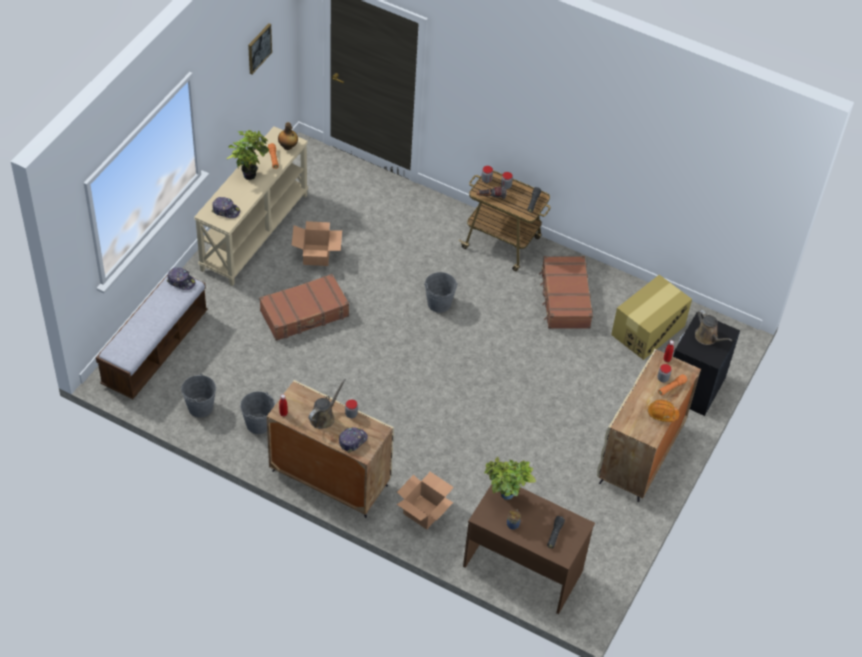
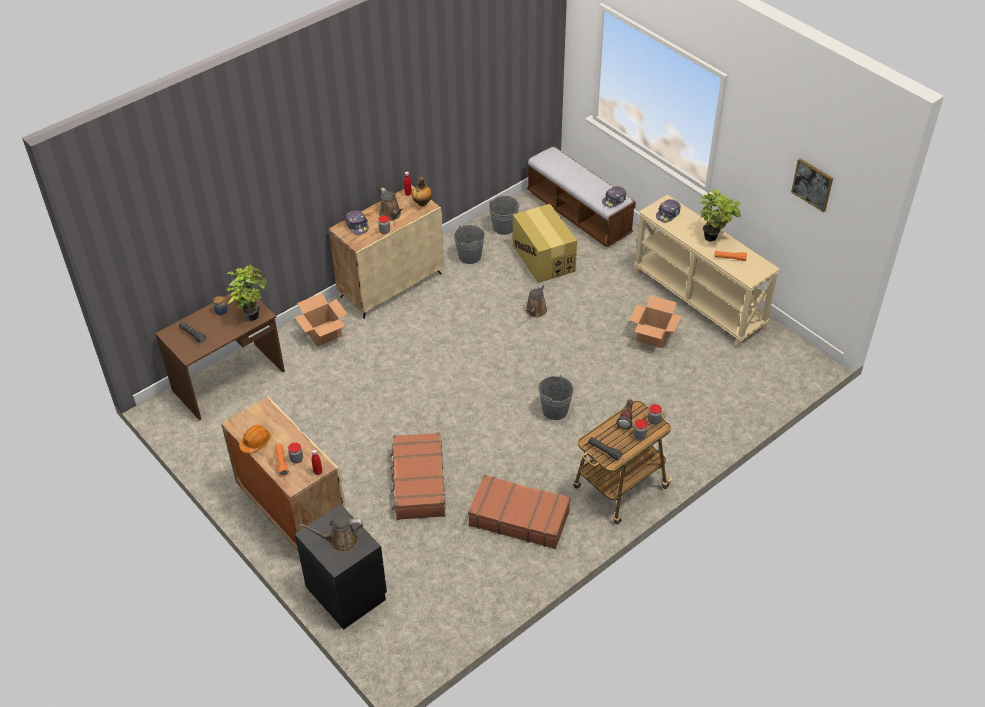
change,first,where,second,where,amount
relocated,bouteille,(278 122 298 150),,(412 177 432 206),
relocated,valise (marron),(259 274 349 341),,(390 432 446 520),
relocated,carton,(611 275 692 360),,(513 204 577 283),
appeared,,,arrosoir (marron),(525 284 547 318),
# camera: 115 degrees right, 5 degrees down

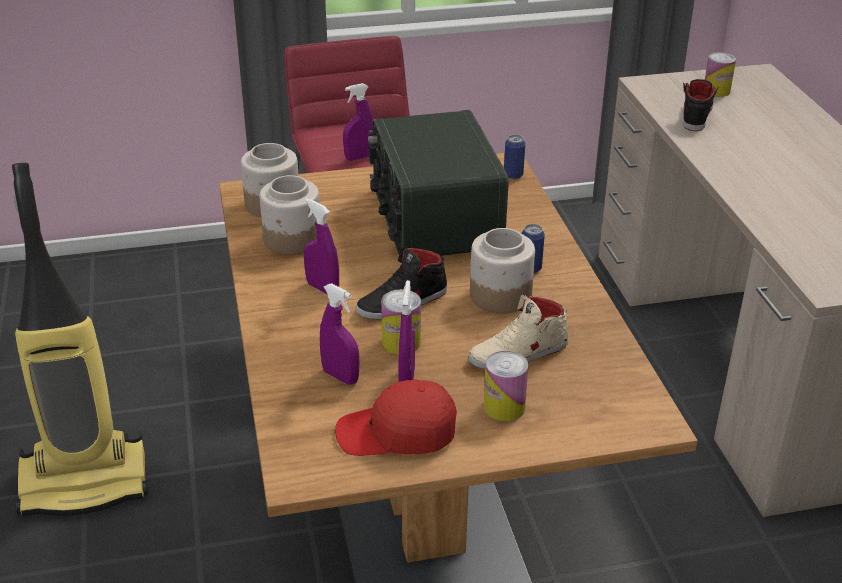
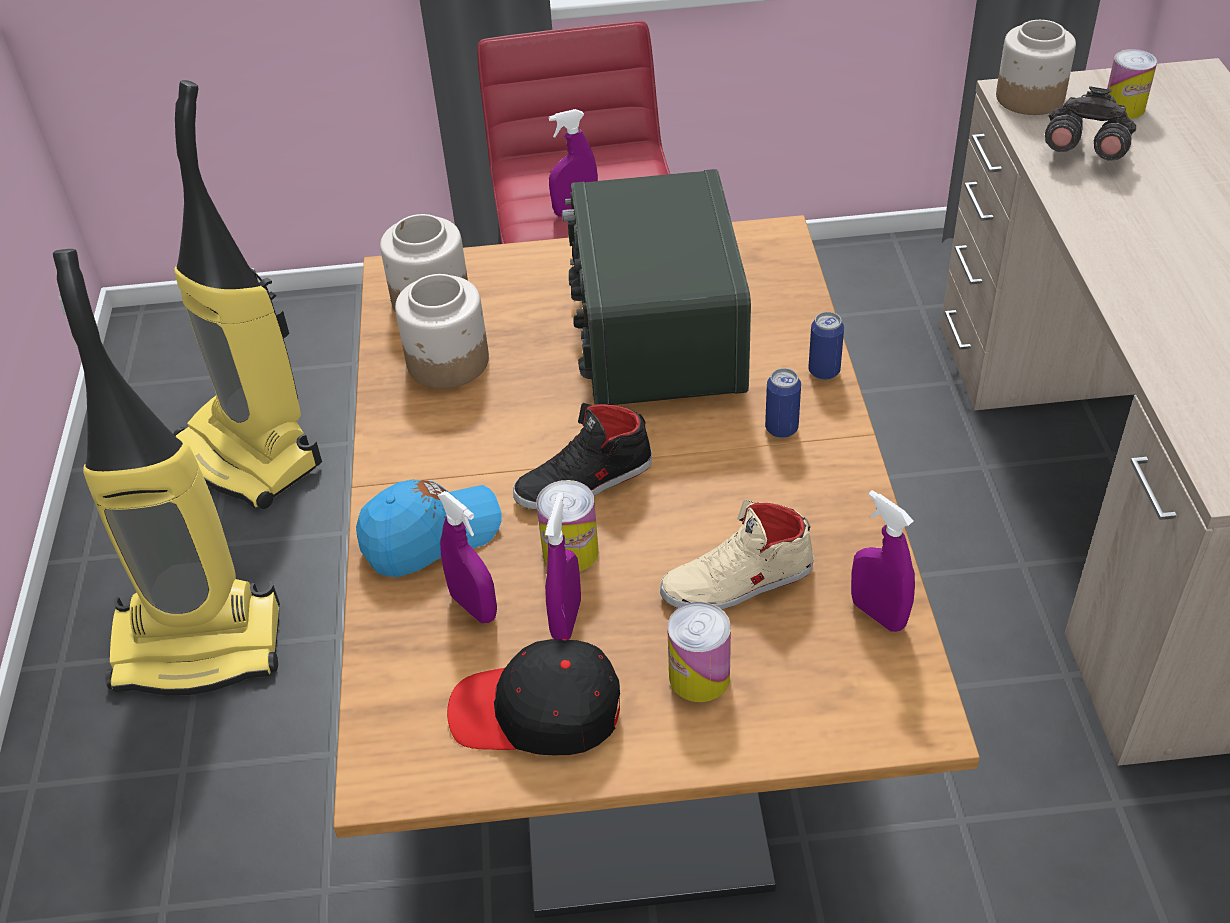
change,first,where,second,where,amount
exchanged,chaussure (noir),(683 79 719 131),jumelles (gris),(1045 86 1136 160),
relocated,boîte métallique,(504 135 525 179),,(808 312 844 380),
relocated,vaporisateur (violet),(304 198 339 295),,(851 490 915 632),
relocated,bocal,(470 228 535 313),,(996 20 1076 115),
colour,casquette (rouge),(335 380 457 456),casquette (noir),(447 639 620 755),
appeared,,,aspirateur,(174 80 322 509),
appeared,,,casquette (bleu),(356 479 501 577),
# camera: 10 degrees right, 10 degrees up

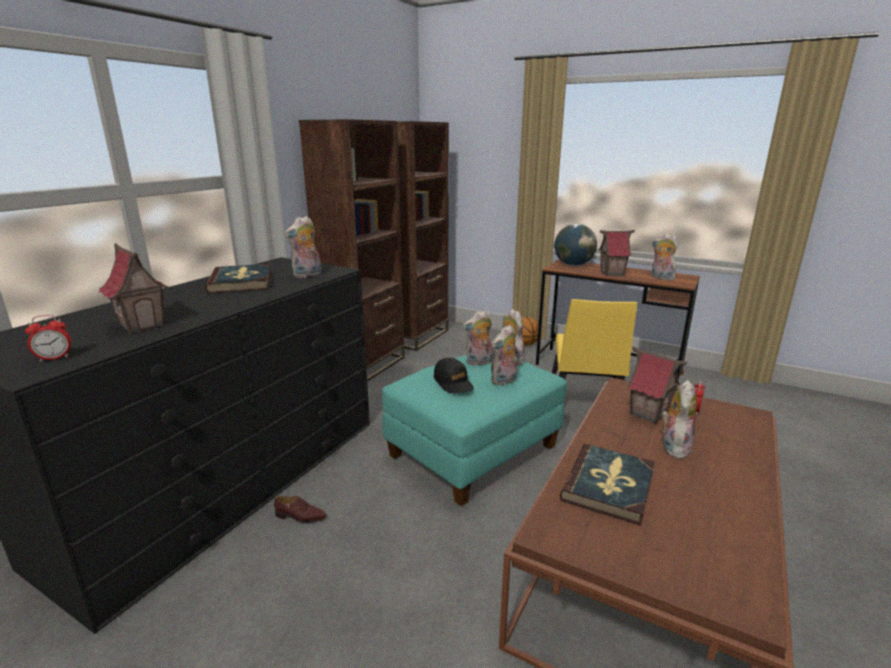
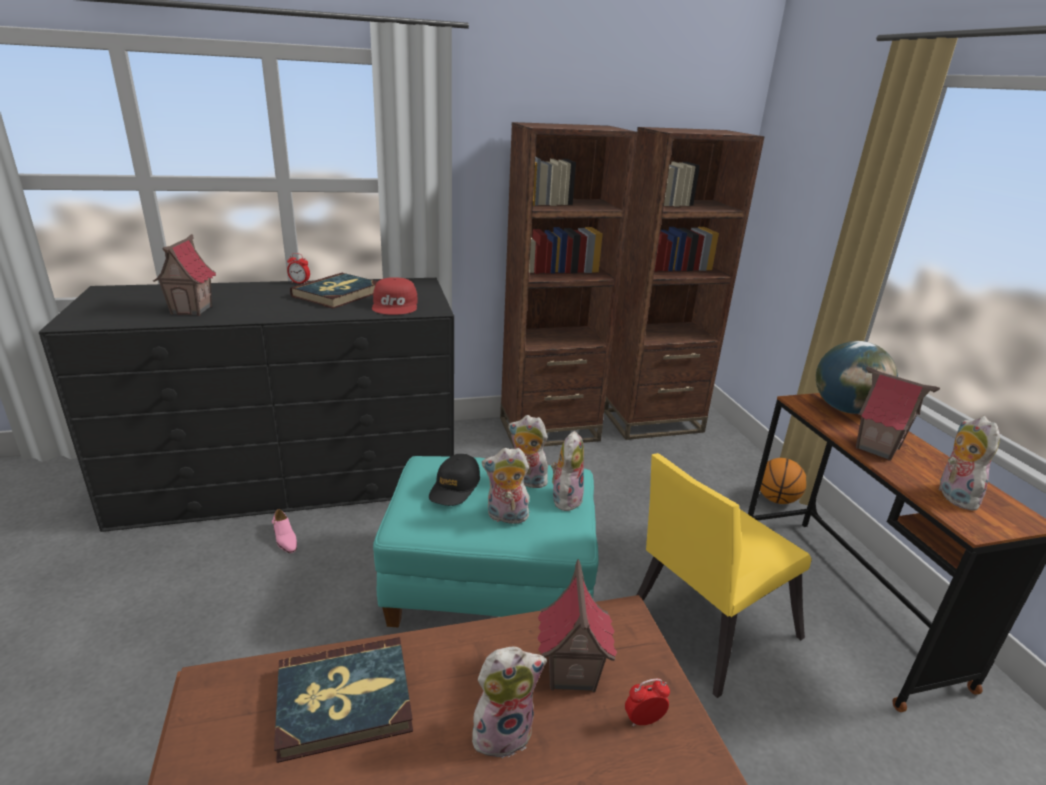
change,first,where,second,where,amount
exchanged,peluche,(284 216 321 278),casquette (rouge),(372 277 418 315),
relocated,réveil,(25 315 71 362),,(287 253 310 284),
colour,chaussure (marron),(274 496 326 523),chaussure (rose),(272 509 297 553),
# camera: 45 degrees right, 5 degrees up

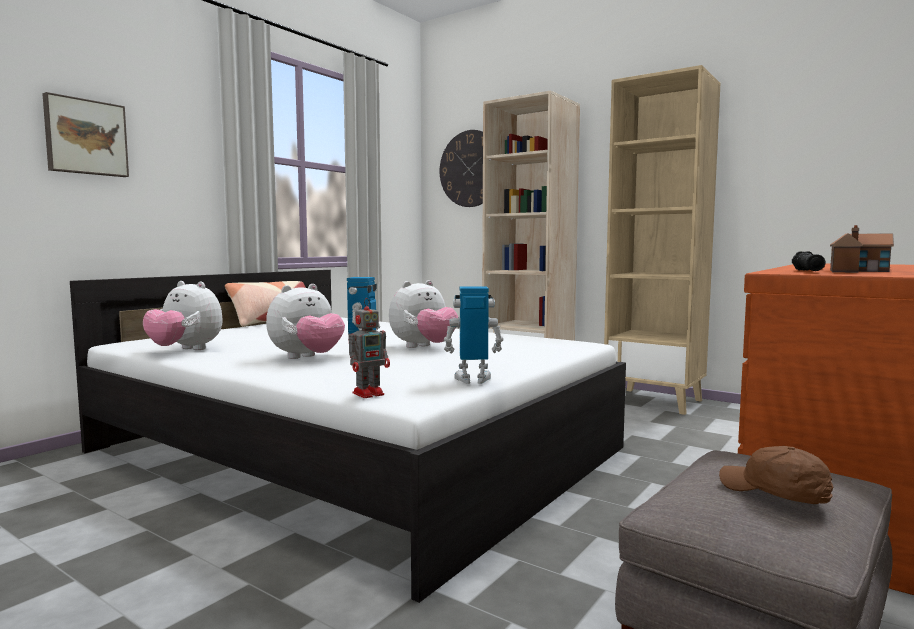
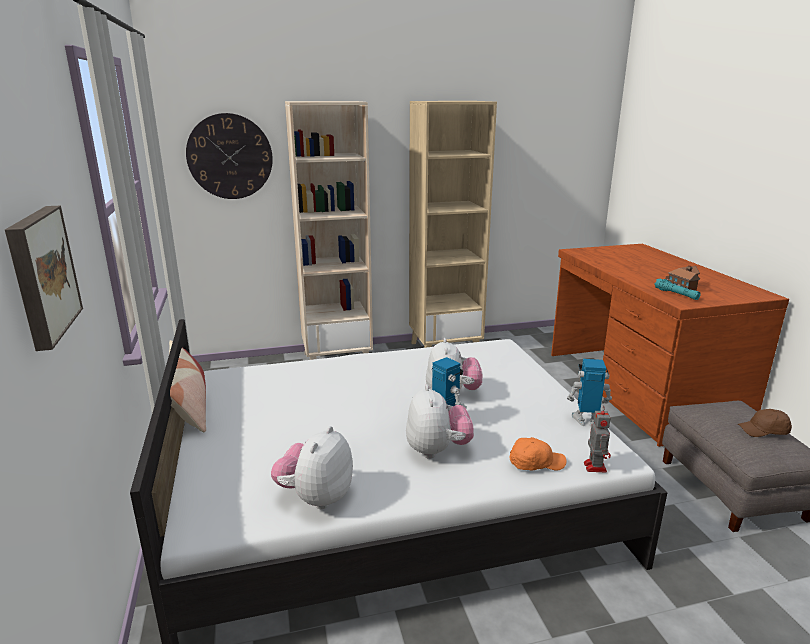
change,first,where,second,where,amount
colour,lampe de poche (noir),(792 251 826 271),lampe de poche (turquoise),(654 279 701 300),
spun,peluche,(143 281 223 350),,(271 426 353 509),135 degrees clockwise
spun,robot jouet,(444 286 504 384),,(567 359 612 427),60 degrees clockwise
appeared,,,casquette (orange),(509 437 567 471),
# camera: 50 degrees left, 15 degrees up

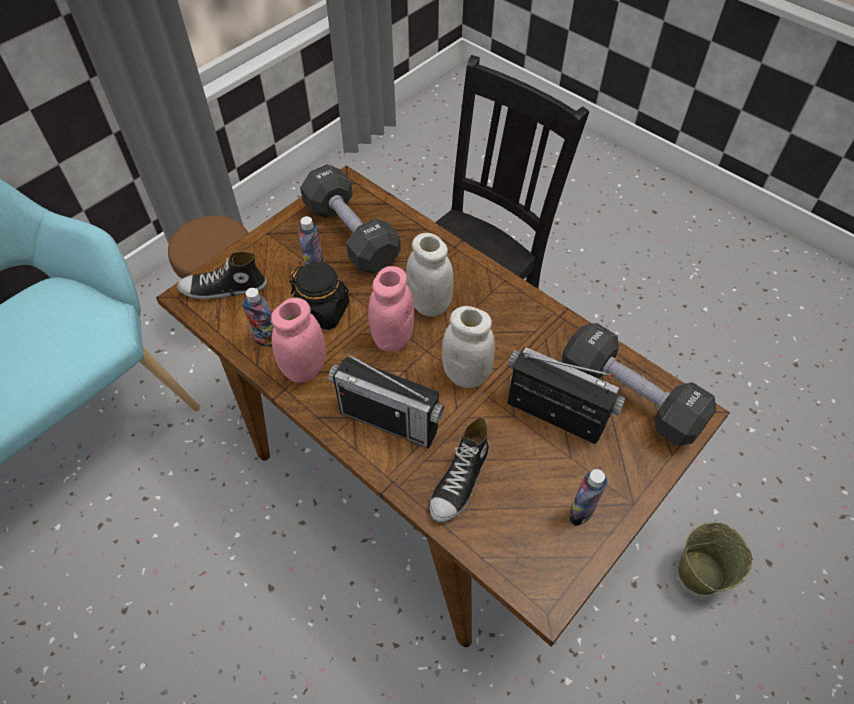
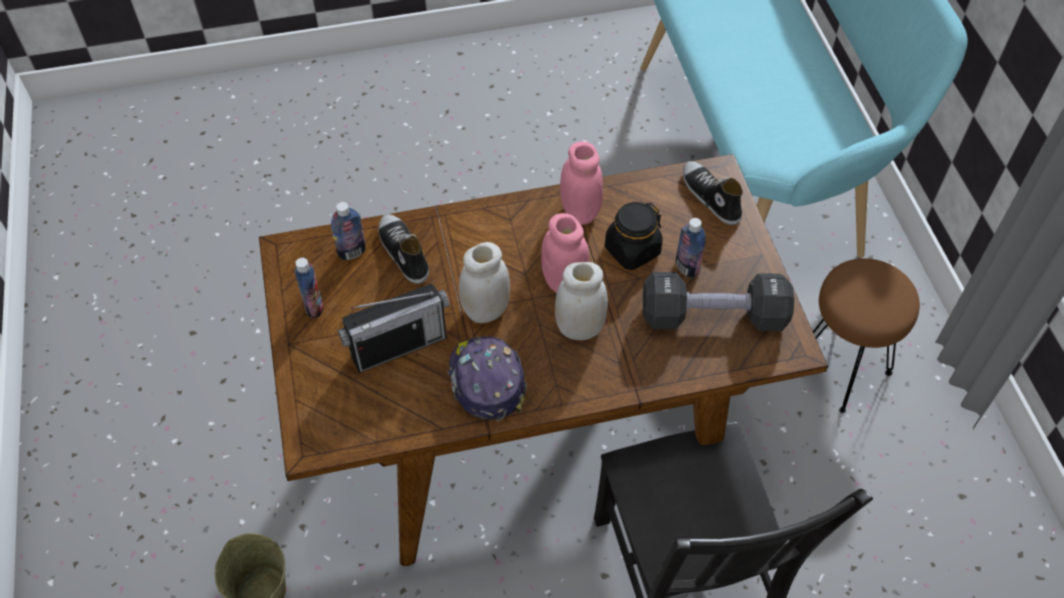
change,first,where,second,where,amount
spun,chaussure,(177 252 267 299),,(683 161 743 225),60 degrees counterclockwise
relocated,bouteille,(242 288 274 347),,(331 202 366 260),
missing,haltère (noir),(562 323 717 446),,,
missing,radio,(328 352 444 449),,,
appeared,,,casquette,(447 336 527 421),
# camera: 125 degrees right, 0 degrees up

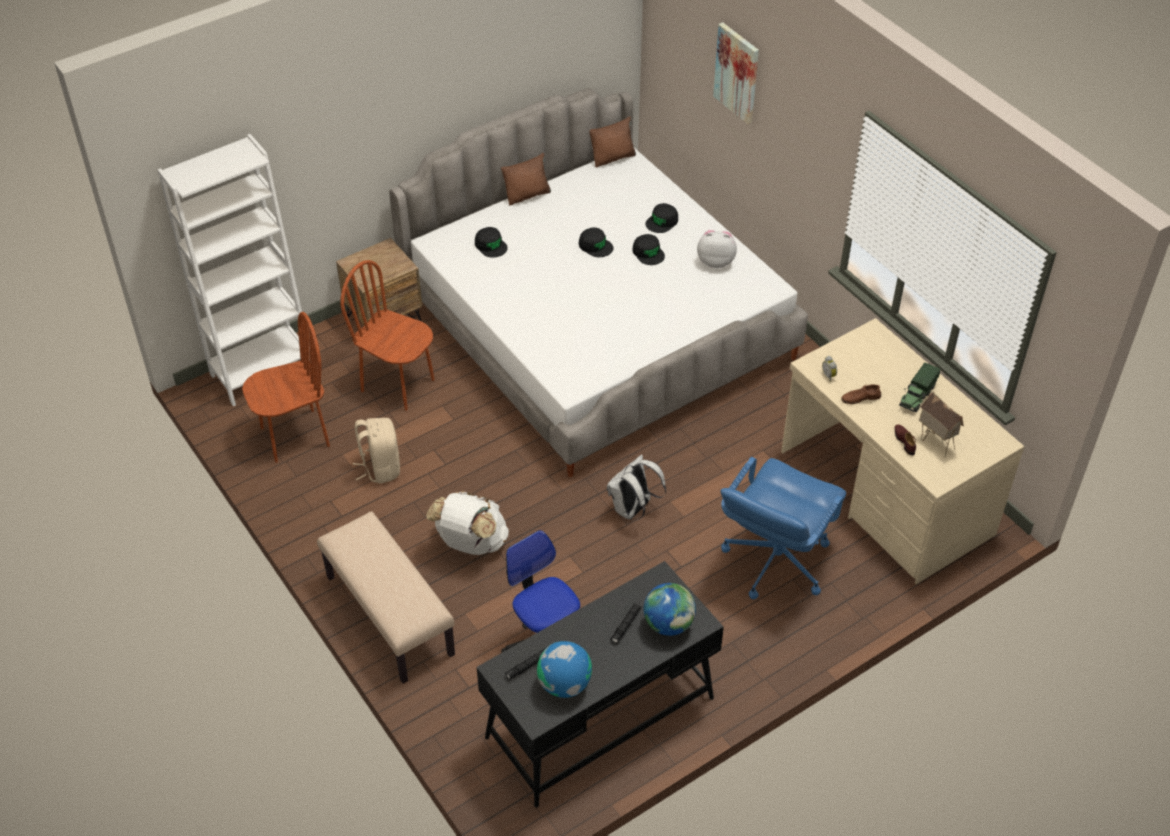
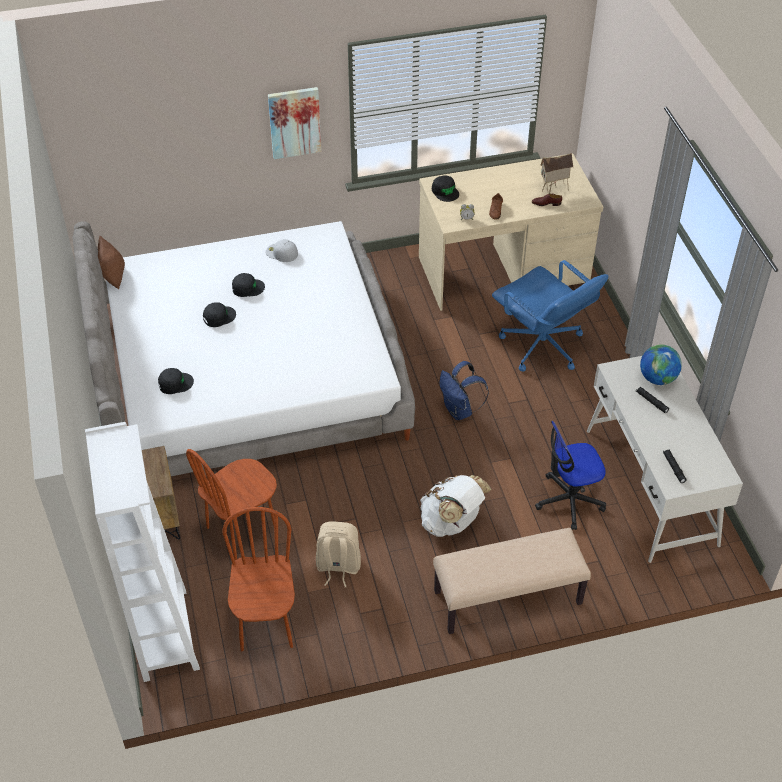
change,first,where,second,where,amount
relocated,tableau,(713 22 759 124),,(268 87 321 159),
missing,coussin (marron),(501 153 551 205),,,
relocated,casquette (noir),(646 203 678 233),,(432 175 459 202),
exchanged,peluche,(697 230 737 268),casquette (blanc),(266 239 298 262),
missing,camion jouet,(899 363 940 412),,,
colour,sac à dos (blanc),(607 455 666 520),sac à dos (bleu),(440 361 489 420),
colour,bureau (noir),(477 561 724 807),bureau (blanc),(587 356 743 563),
missing,globe,(537 641 592 698),,,
# camera: 70 degrees left, 0 degrees up

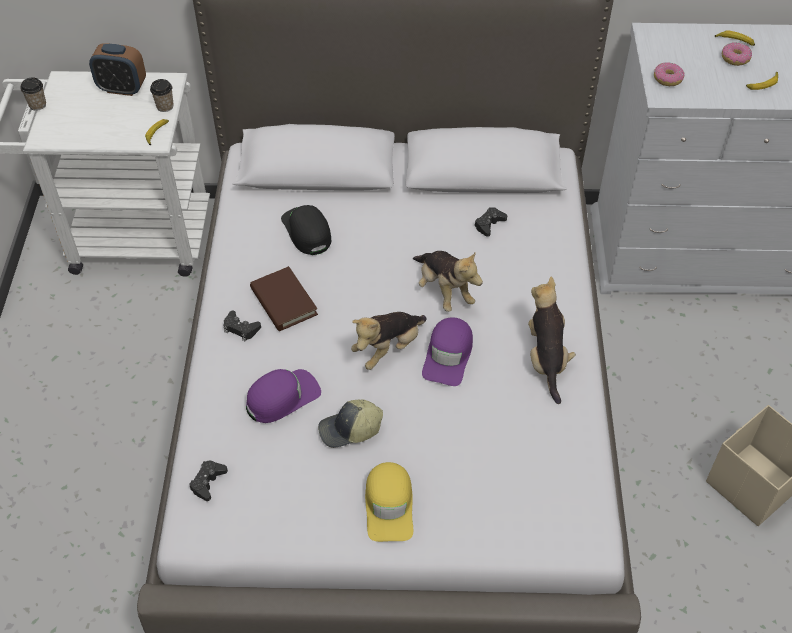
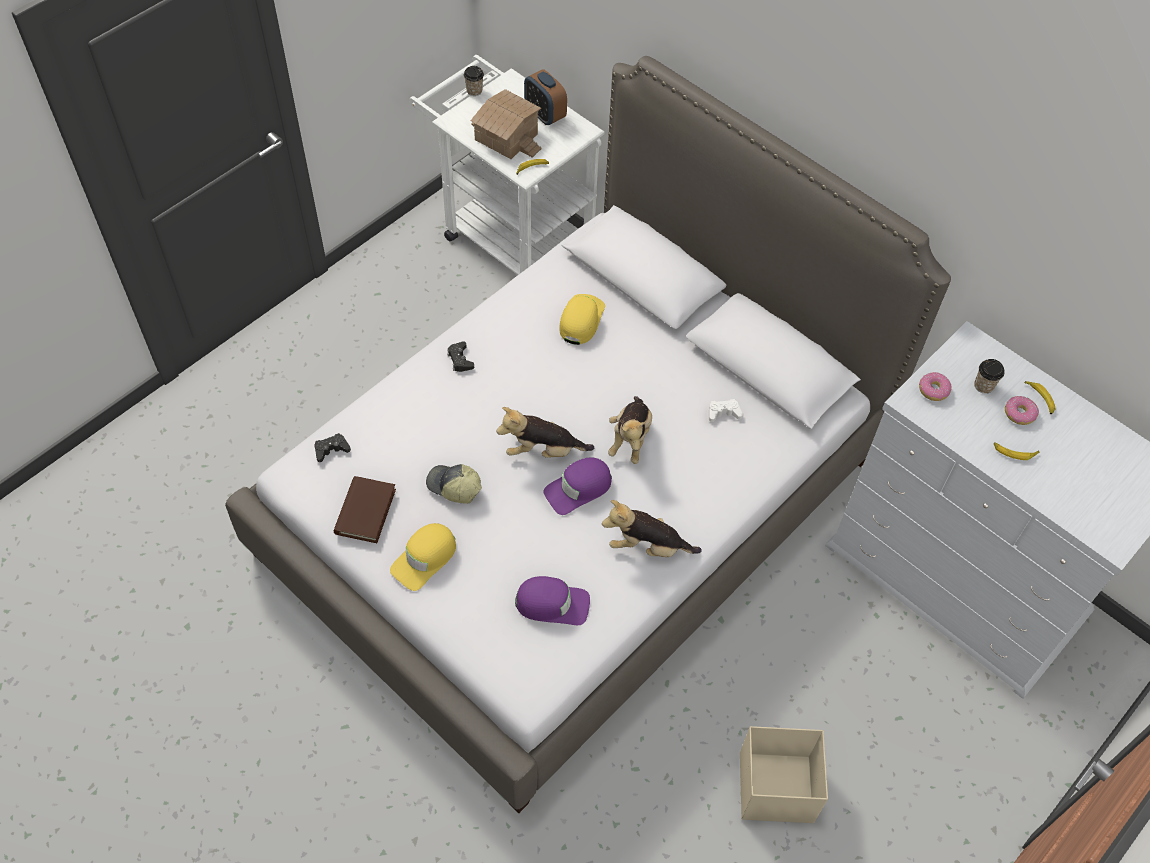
change,first,where,second,where,amount
relocated,tasse,(150 79 174 112),,(974 359 1004 394),
colour,casquette (noir),(281 205 331 255),casquette (jaune),(559 294 605 345),
colour,manette (noir),(474 207 507 237),manette (blanc),(709 399 743 422),
relocated,livre (marron),(250 266 318 331),,(334 476 396 543),
spun,peluche,(528 277 576 404),,(602 500 702 557),120 degrees counterclockwise
relocated,casquette (violet),(246 369 321 423),,(515 576 590 625),
appeared,,,maison miniature,(471 89 542 159),
# camera: 40 degrees right, 5 degrees up

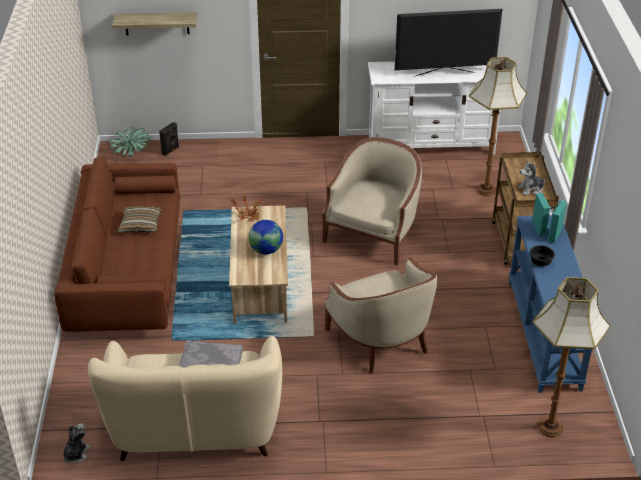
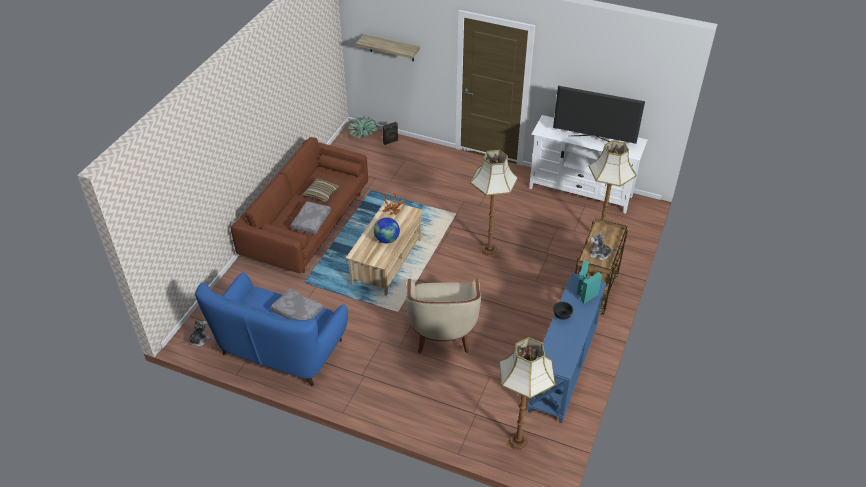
change,first,where,second,where,amount
exchanged,fauteuil (beige),(322 137 422 266),lampadaire,(470 150 518 256),
colour,canapé (beige),(88 336 282 461),canapé (bleu),(195 273 348 386),
appeared,,,coussin (gris),(291 201 331 235),
# camera: 25 degrees right, 5 degrees up

